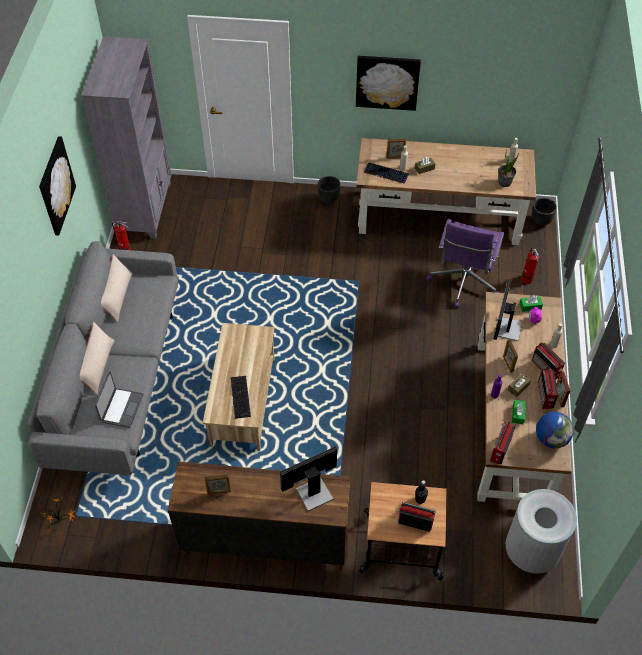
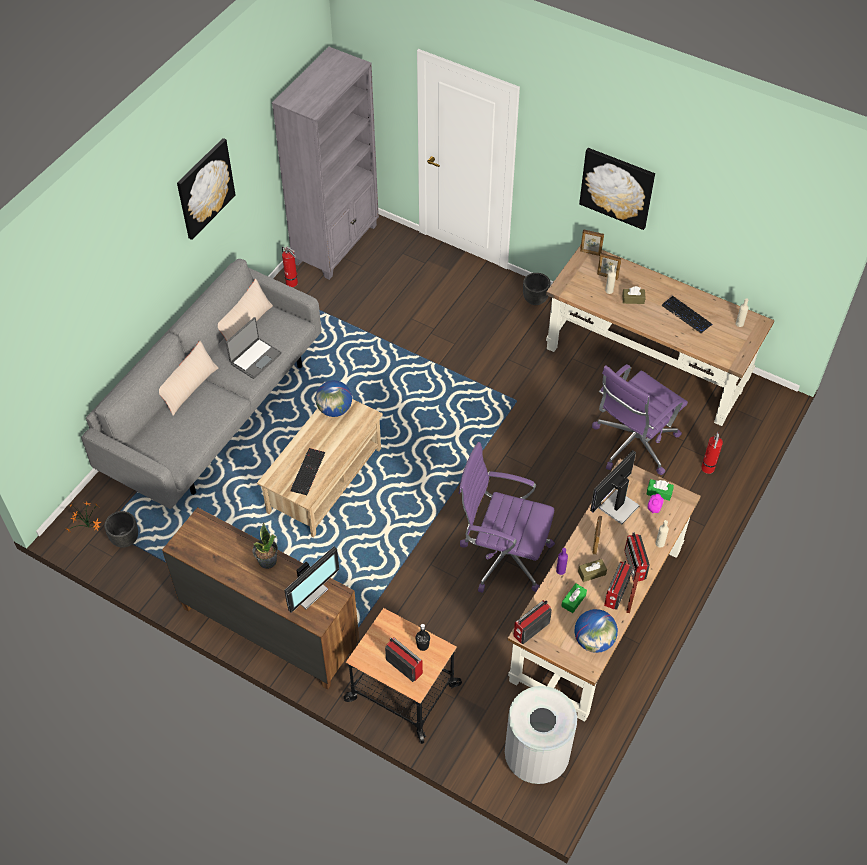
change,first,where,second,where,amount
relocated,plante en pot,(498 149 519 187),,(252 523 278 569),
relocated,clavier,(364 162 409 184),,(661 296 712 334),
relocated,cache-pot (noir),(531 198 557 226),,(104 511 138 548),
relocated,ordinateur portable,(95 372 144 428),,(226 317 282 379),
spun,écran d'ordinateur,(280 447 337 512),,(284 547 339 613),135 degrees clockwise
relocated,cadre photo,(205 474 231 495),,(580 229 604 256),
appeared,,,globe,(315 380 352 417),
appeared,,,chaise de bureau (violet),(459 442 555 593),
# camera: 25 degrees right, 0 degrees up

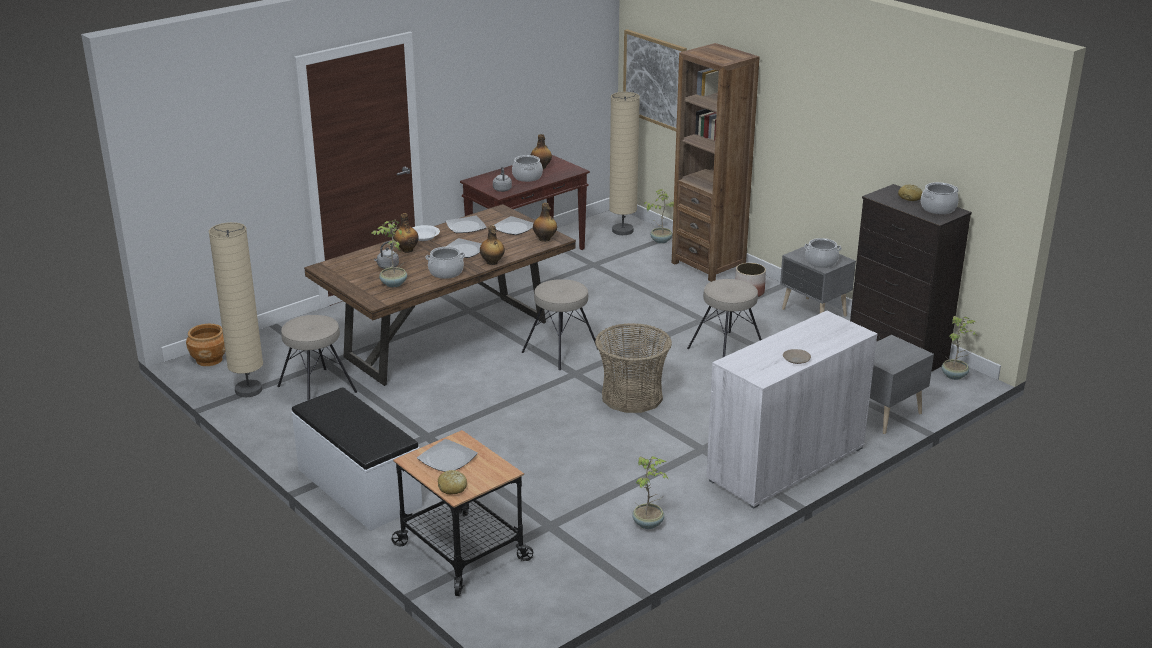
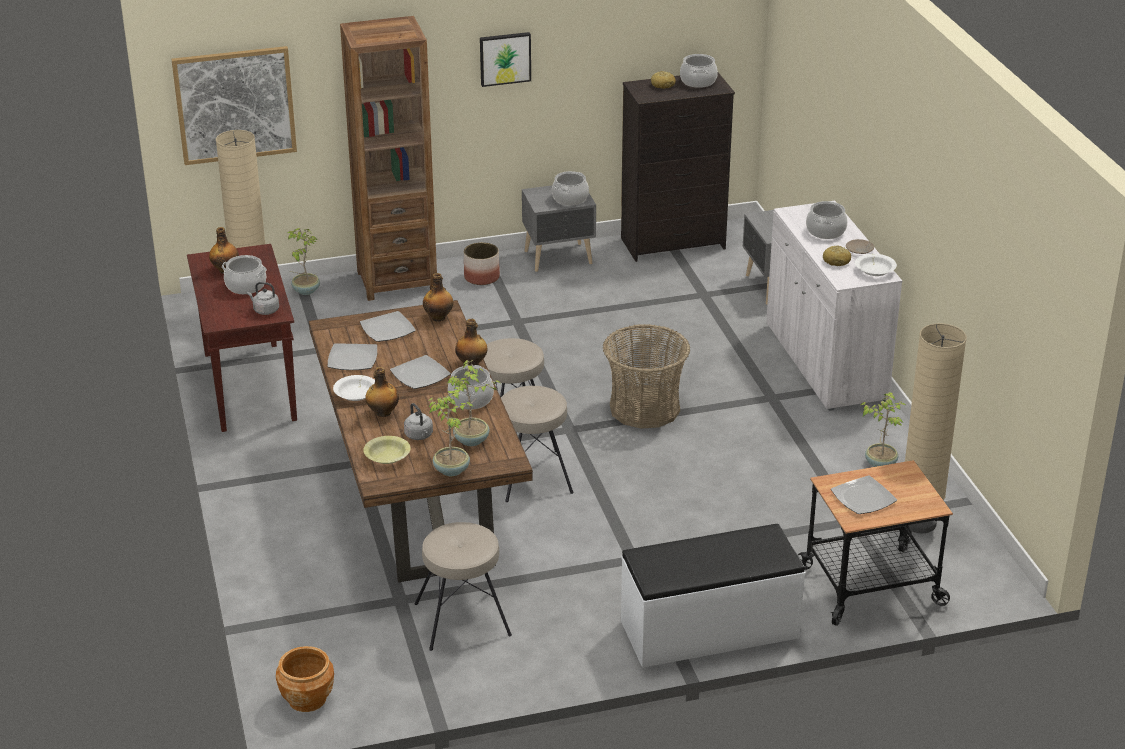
change,first,where,second,where,amount
relocated,lampadaire (beige),(209 222 263 397),,(905 323 967 533),
relocated,tabouret (beige),(687 279 762 357),,(501 386 574 502),
relocated,plante en pot,(942 316 977 380),,(428 390 473 476),
relocated,pain,(438 470 467 494),,(823 246 851 266),
appeared,,,tableau,(480 32 531 87),
appeared,,,marmite,(806 201 848 239),
appeared,,,bol (blanc),(855 254 897 276),
appeared,,,bol (jaune),(363 436 411 464),
# camera: 65 degrees left, 5 degrees up

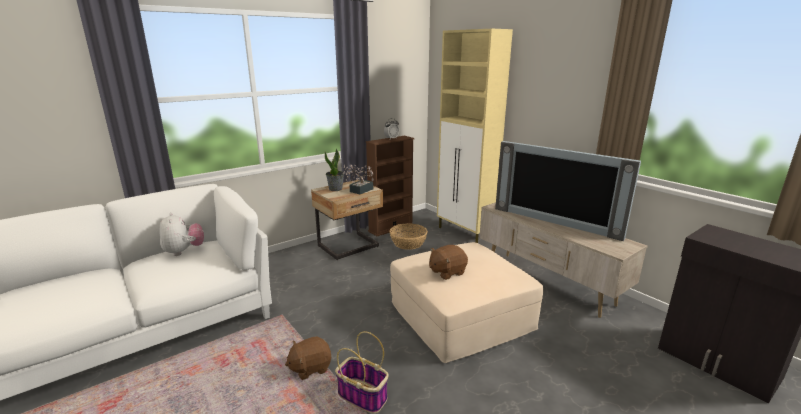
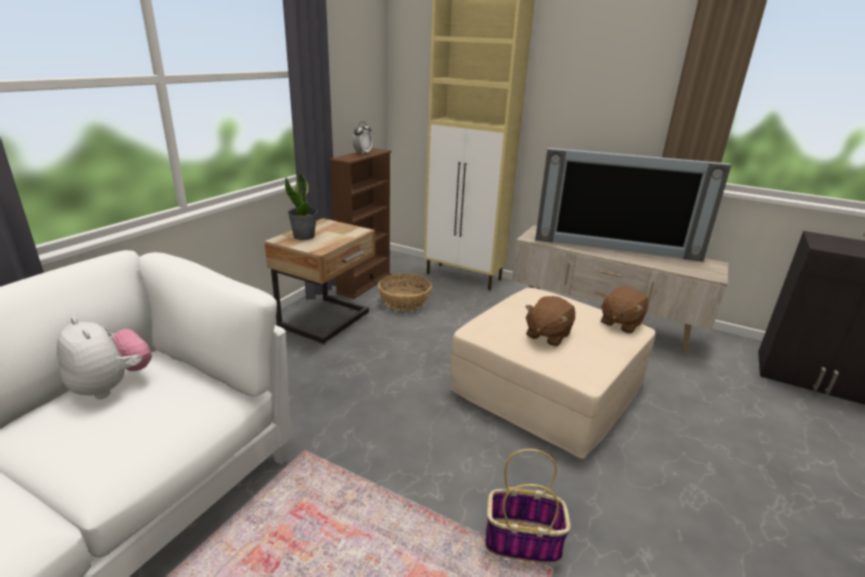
change,first,where,second,where,amount
missing,plante en pot,(343 164 374 194),,,
relocated,peluche (marron),(285 336 331 380),,(601 287 648 333),
# camera: 25 degrees left, 5 degrees up

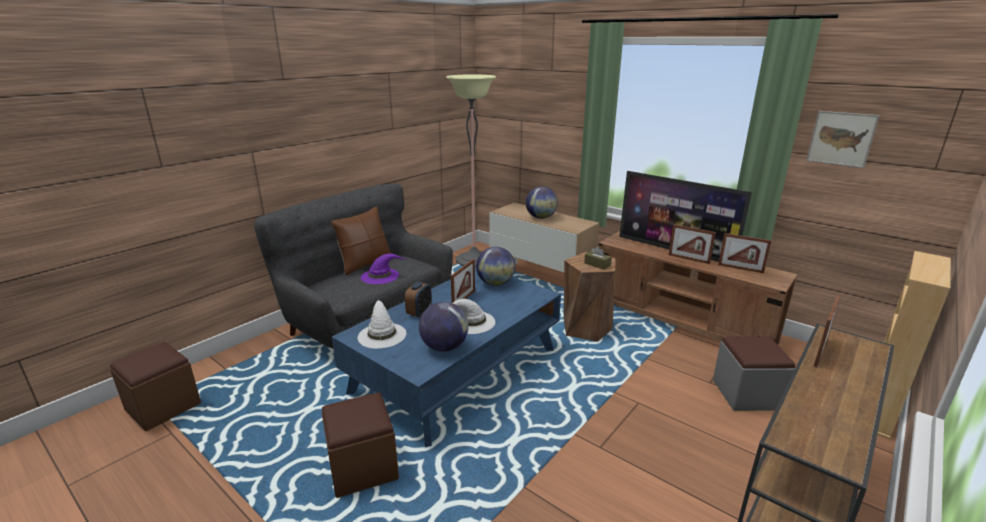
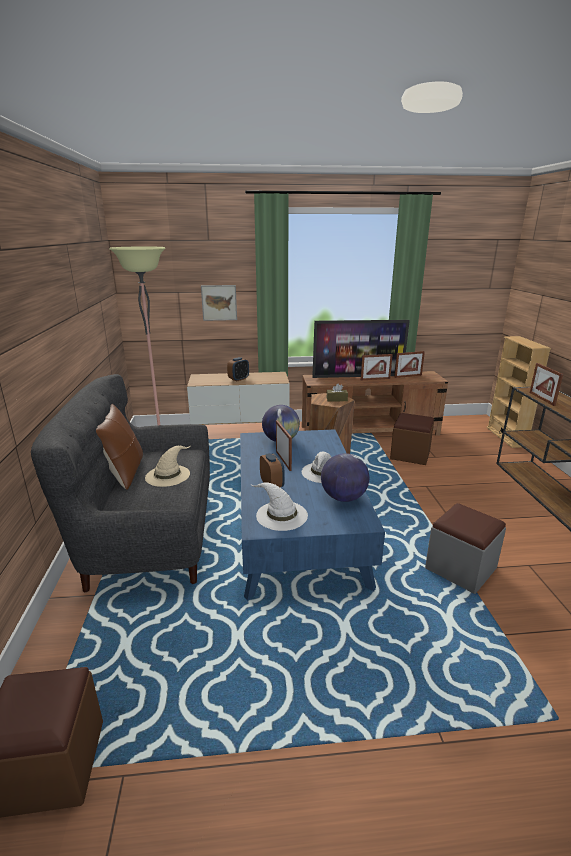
change,first,where,second,where,amount
relocated,tableau,(806 111 880 168),,(201 285 237 321),
exchanged,globe,(526 186 558 219),réveil,(227 357 249 381),
colour,chapeau (violet),(361 254 406 284),chapeau (beige),(145 446 190 487),
relocated,pouf (gris),(713 336 796 411),,(425 503 506 594),
relocated,pouf (marron),(322 392 399 498),,(390 413 434 465),
# camera: 45 degrees left, 0 degrees up

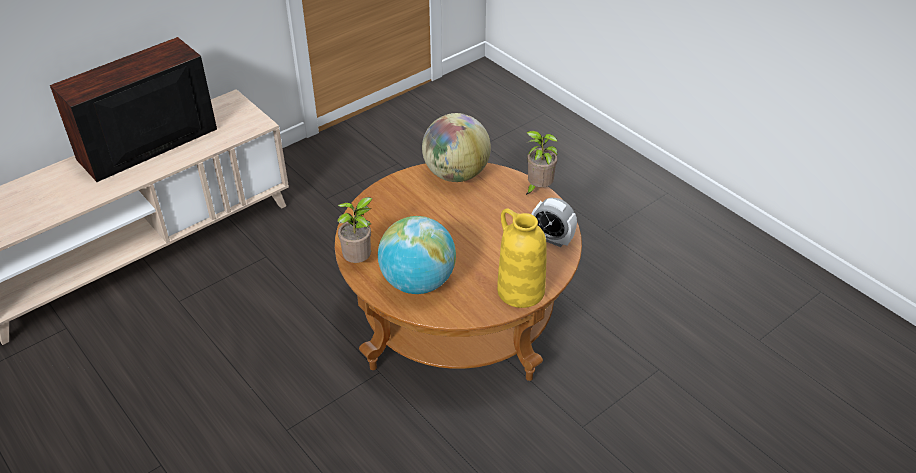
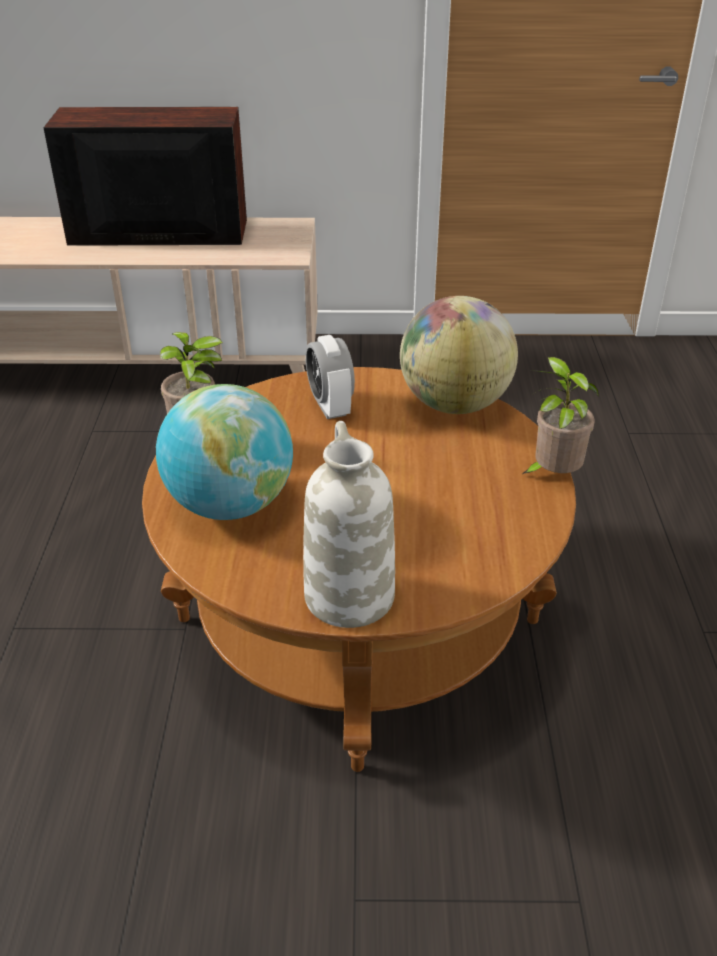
change,first,where,second,where,amount
relocated,réveil,(532 198 577 247),,(305 335 355 419),
colour,vase (jaune),(497 209 546 308),vase (blanc),(303 421 395 628),
# camera: 40 degrees right, 5 degrees down

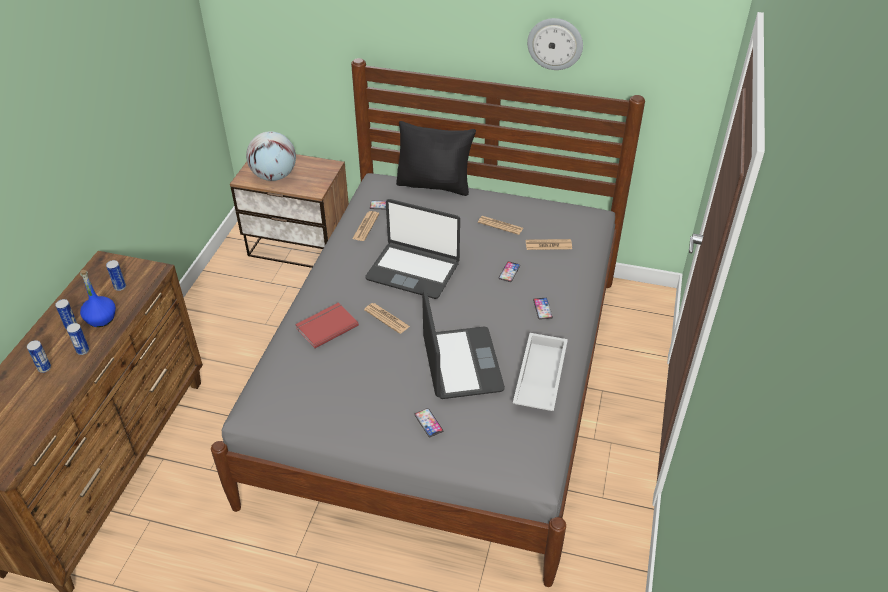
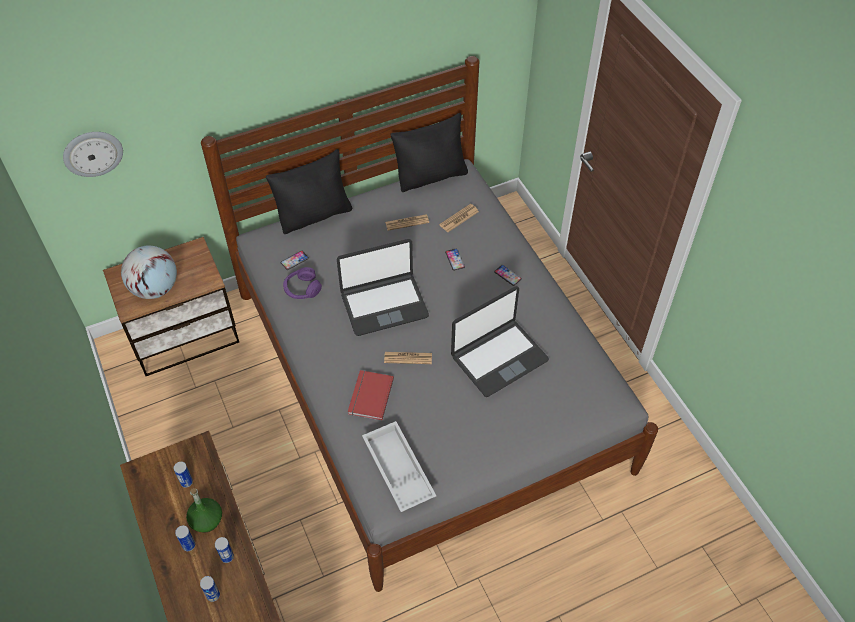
change,first,where,second,where,amount
relocated,horloge murale,(527 18 583 70),,(63 132 123 177),
exchanged,journal,(352 211 379 241),casque audio (violet),(283 267 322 299),
colour,bouteille (bleu),(80 270 116 327),bouteille (vert),(186 488 222 532),
spun,ordinateur portable,(422 290 505 399),,(451 286 549 397),105 degrees clockwise
relocated,plateau (blanc),(513 333 568 411),,(362 421 436 512),
missing,téléphone,(414 408 443 437),,,
appeared,,,coussin (noir),(390 113 468 192),
# camera: 40 degrees left, 10 degrees up

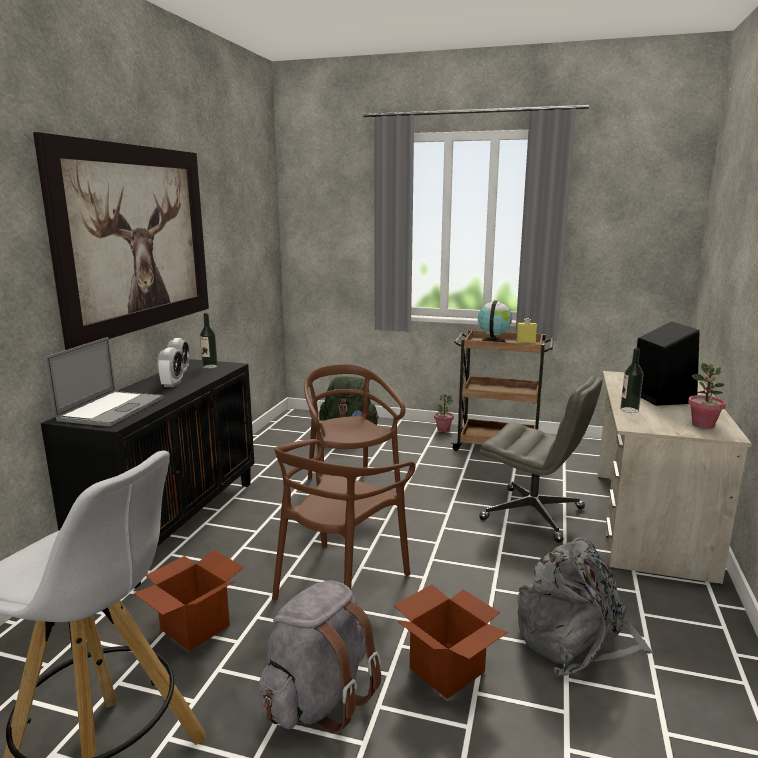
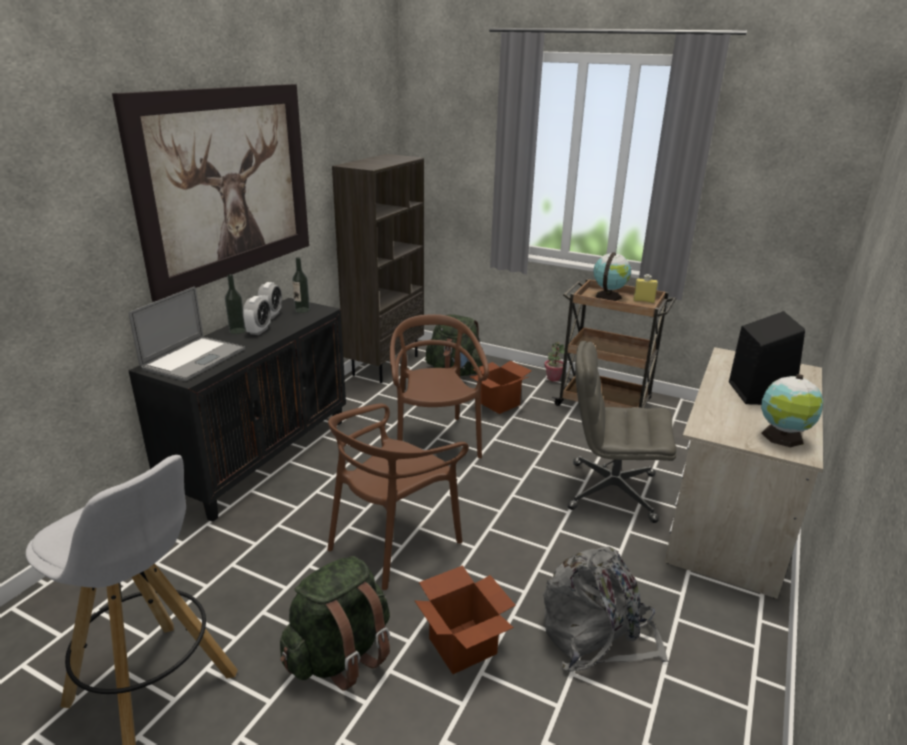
change,first,where,second,where,amount
relocated,bouteille,(620 348 643 413),,(225 274 246 334),
exchanged,plante en pot,(688 363 726 429),globe,(761 374 823 447),
spun,chaise de bureau (gris),(479 376 603 542),,(568 341 676 523),150 degrees clockwise
relocated,carton,(133 550 244 651),,(470 361 531 414),
colour,sac à dos (gris),(259 580 381 734),sac à dos (vert),(280 556 390 691),
appeared,,,bibliothèque (marron),(332 154 424 383),
# camera: 10 degrees right, 10 degrees up

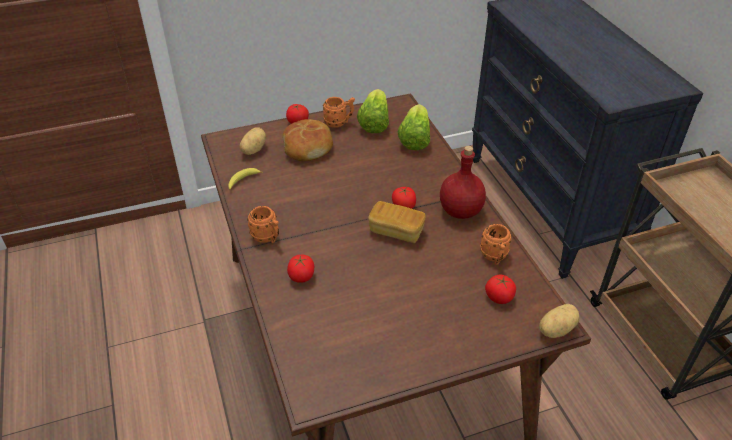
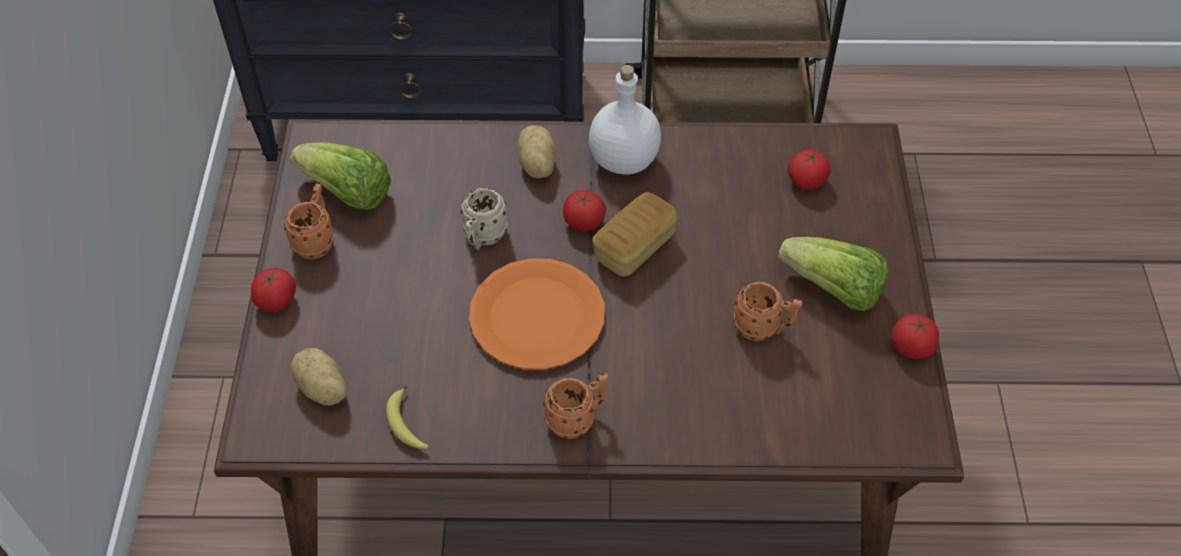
change,first,where,second,where,amount
relocated,laitue,(397 104 430 150),,(778 237 889 312),
missing,pain,(283 119 333 161),,,
colour,bouteille (rouge),(440 146 486 219),bouteille (blanc),(589 65 661 175),
relocated,mug (orange),(480 224 512 265),,(733 282 803 341),
relocated,tomate,(287 254 314 283),,(891 314 939 359),
relocated,pomme de terre,(539 304 580 338),,(518 125 556 178),
appeared,,,mug (beige),(460 188 508 250),
appeared,,,assiette (orange),(469 258 605 370),
# camera: 70 degrees left, 10 degrees up

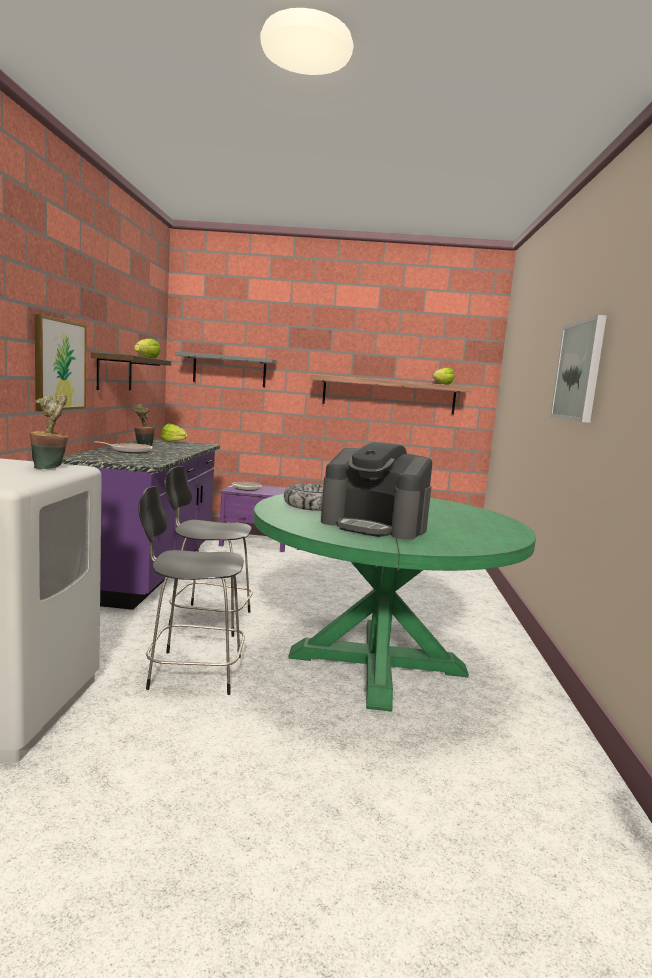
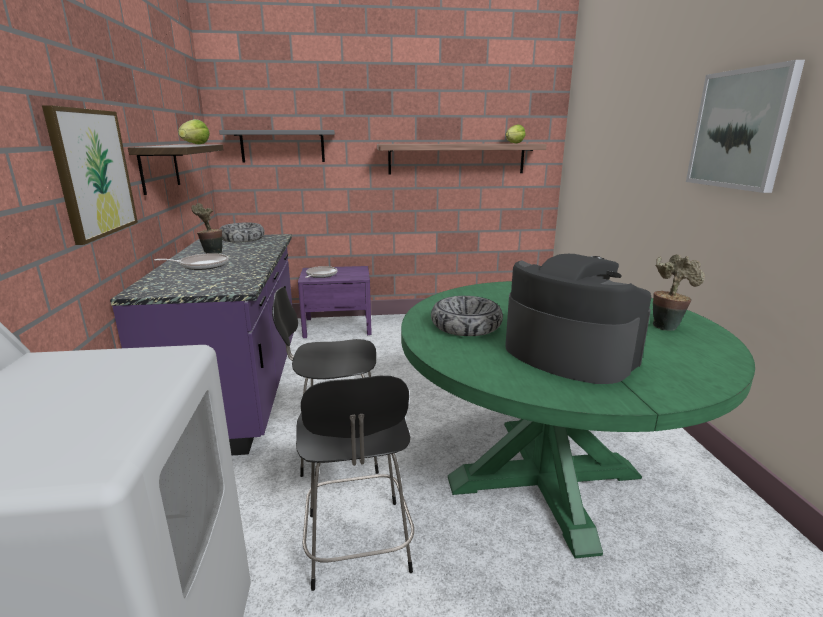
change,first,where,second,where,amount
relocated,plante en pot,(29 393 68 469),,(653 254 705 331),
exchanged,laitue,(161 423 188 442),bol,(220 223 265 243),
spun,machine à café,(321 442 432 540),,(505 254 651 384),150 degrees counterclockwise
spun,chaise (noir),(138 486 245 695),,(296 376 414 591),90 degrees counterclockwise
# camera: 10 degrees left, 10 degrees up

